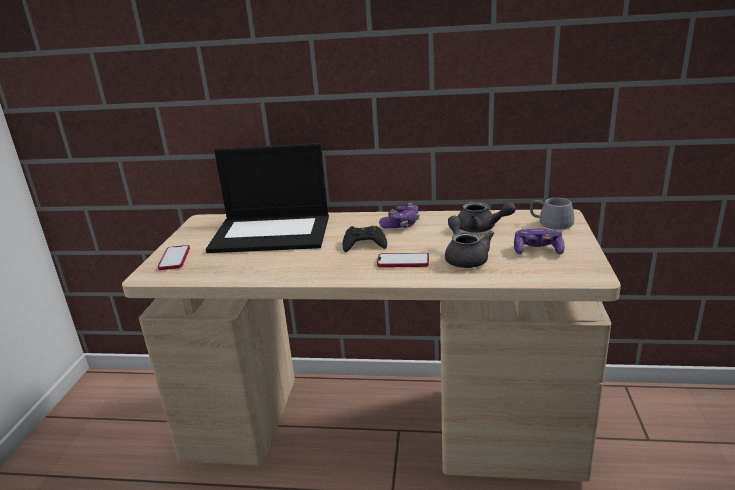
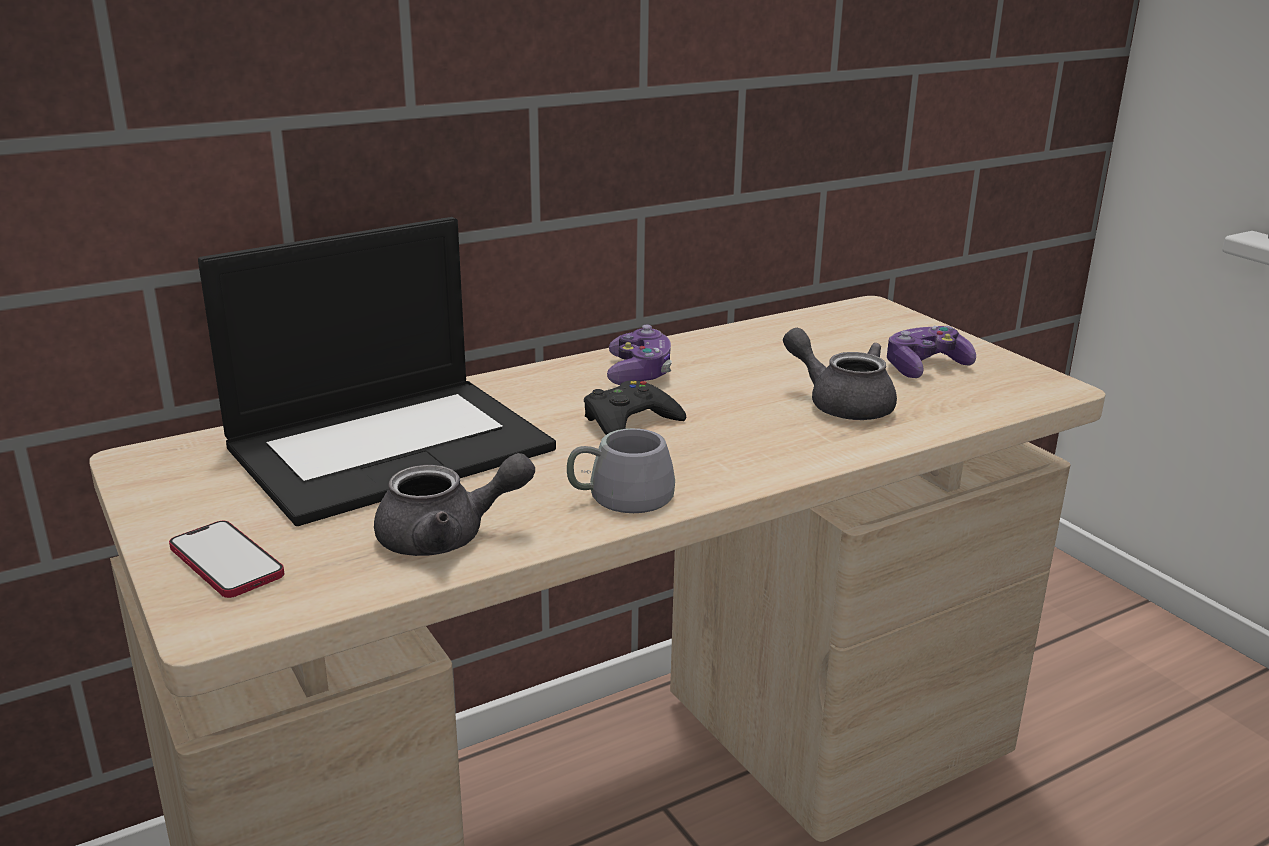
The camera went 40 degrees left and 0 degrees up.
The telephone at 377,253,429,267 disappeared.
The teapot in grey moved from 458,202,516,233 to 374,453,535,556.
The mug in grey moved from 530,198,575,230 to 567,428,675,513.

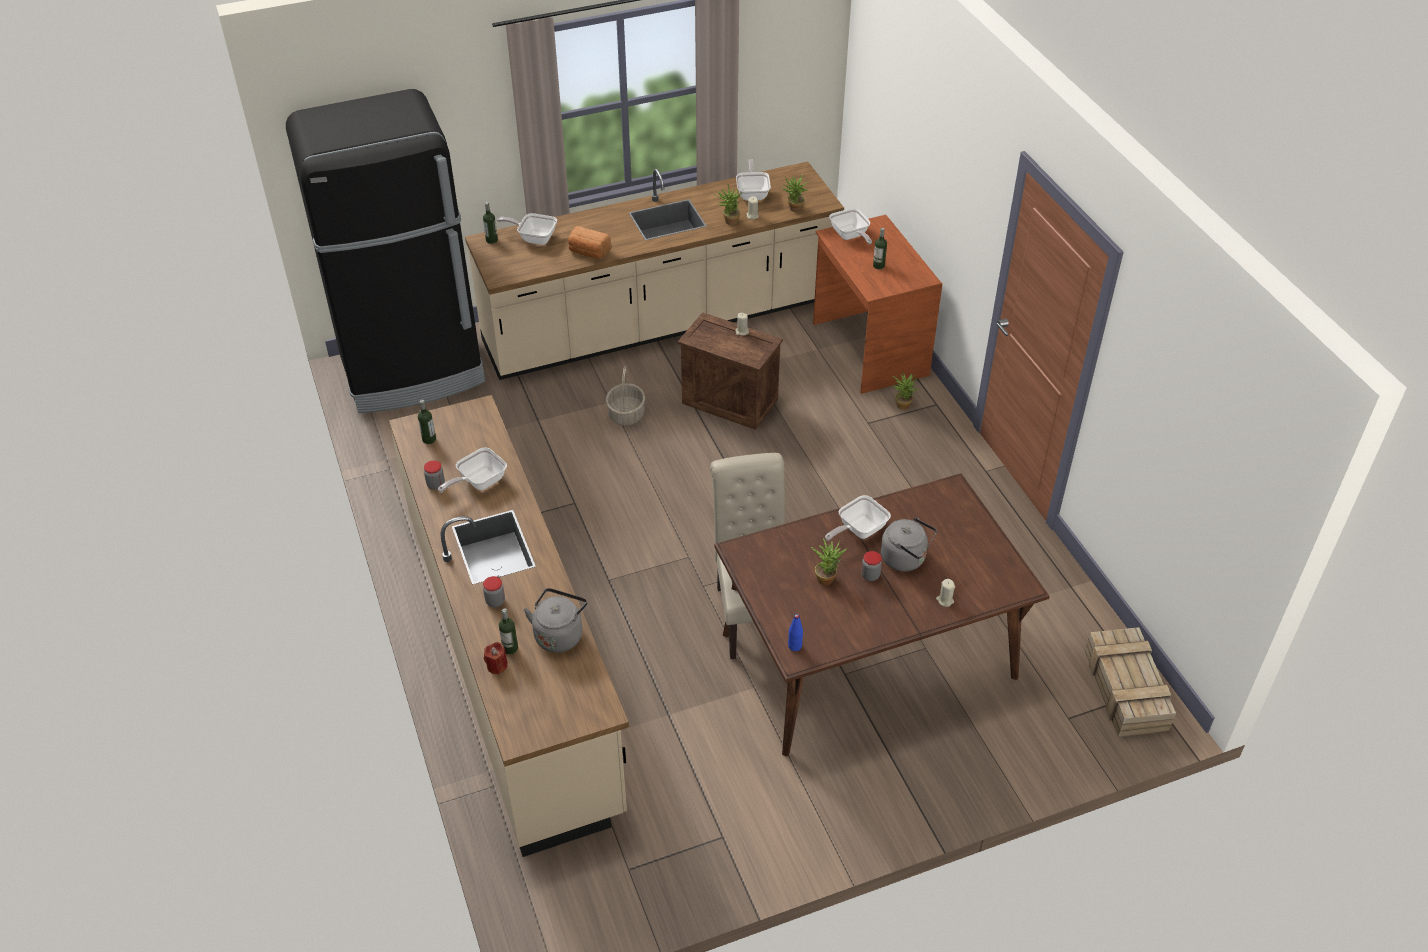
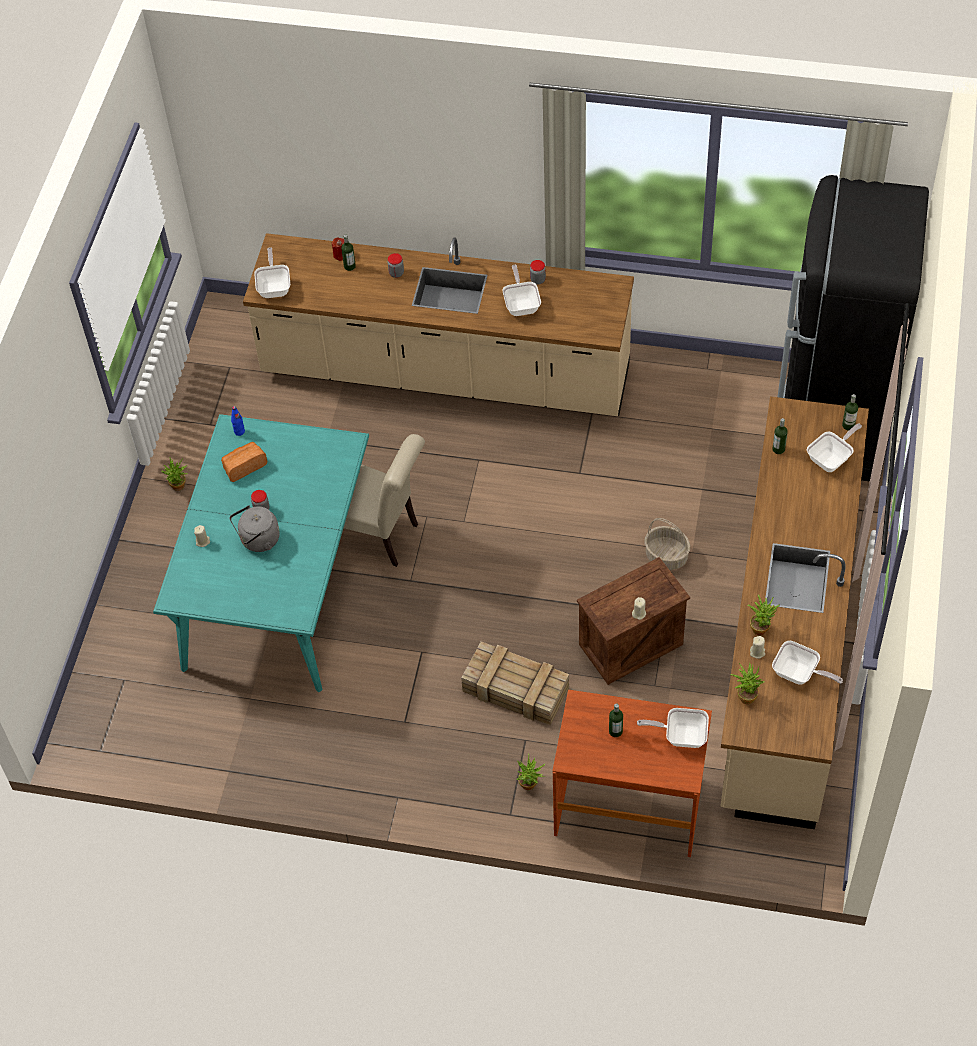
The camera went 125 degrees right and 10 degrees up.
The kettle in grey at 524,588,587,653 disappeared.
The drink bottle moved from 418,400,436,444 to 772,418,788,454.
The bread moved from 568,226,611,259 to 221,442,268,482.
The houseplant moved from 811,539,847,585 to 162,457,188,491.
The pan moved from 825,495,891,541 to 254,247,290,298.
The packing crate moved from 1085,627,1176,737 to 461,641,569,725.
The dinner table in brown at 714,473,1050,756 became the dinner table in turquoise at 153,414,369,692.

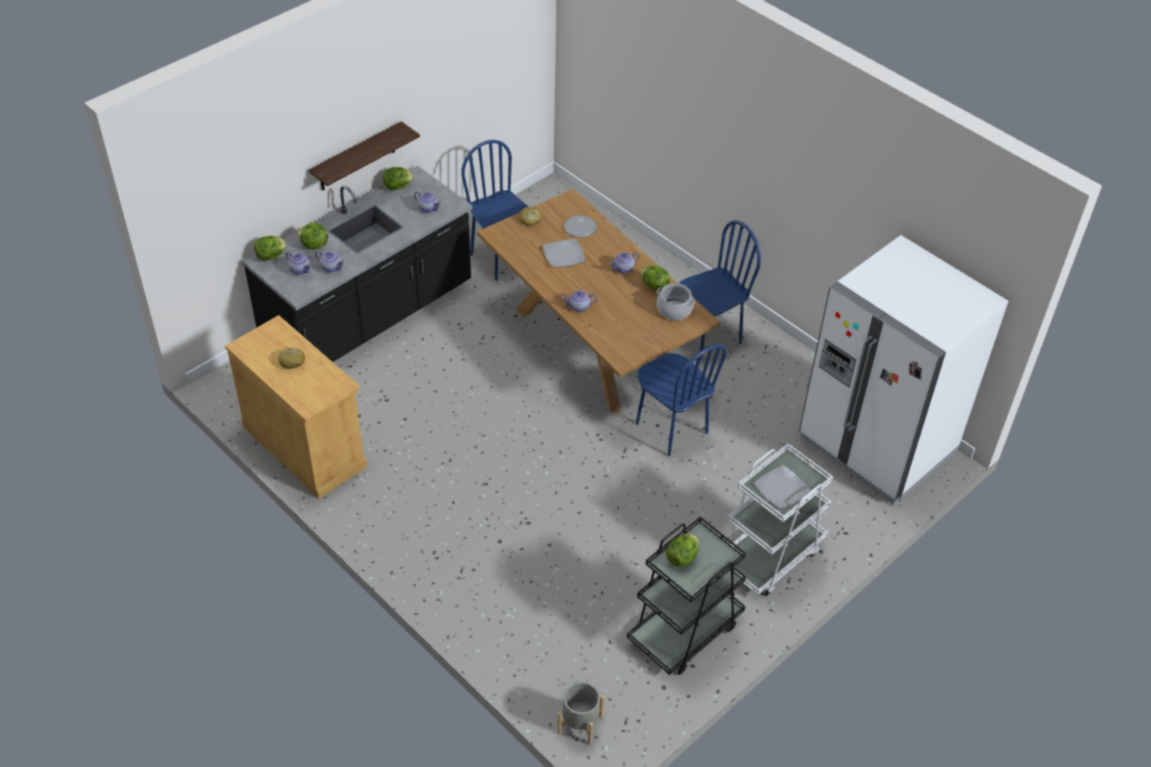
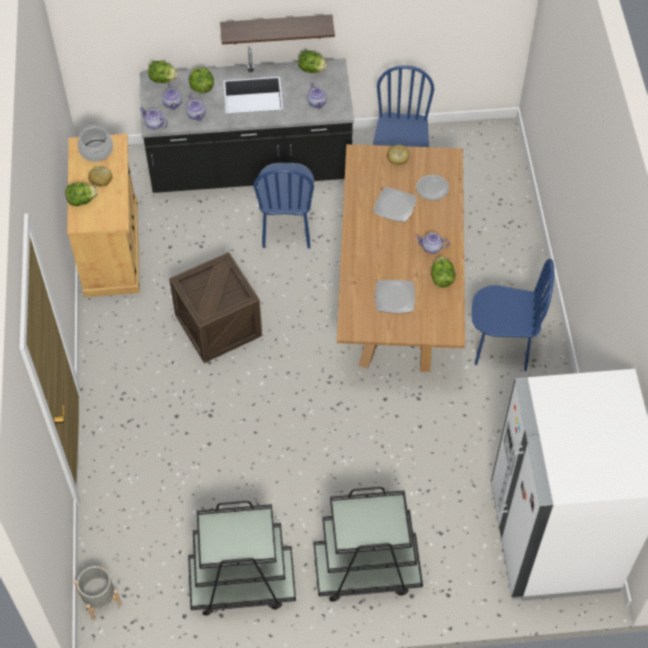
The camera went 40 degrees right and 10 degrees up.
The packing crate at 169,252,262,363 appeared.
The teapot moved from 562,290,597,312 to 140,108,168,129.
The chair in blue moved from 636,344,727,456 to 254,163,314,249.
The cooking pot moved from 657,283,695,320 to 78,125,113,162.
The head of lettuce moved from 666,534,699,567 to 65,182,97,206.
The flat dish moved from 754,465,810,509 to 375,280,415,313.
The wheeled cart in white-coloured at 728,444,833,596 became the wheeled cart in blackish at 314,487,423,602.

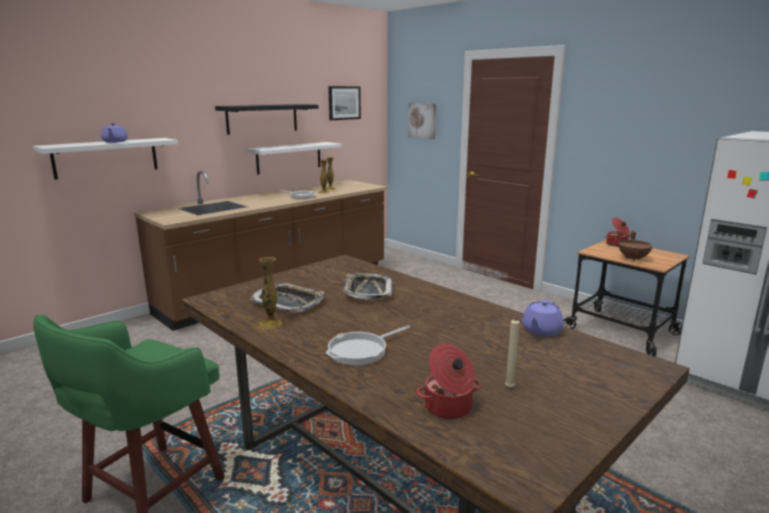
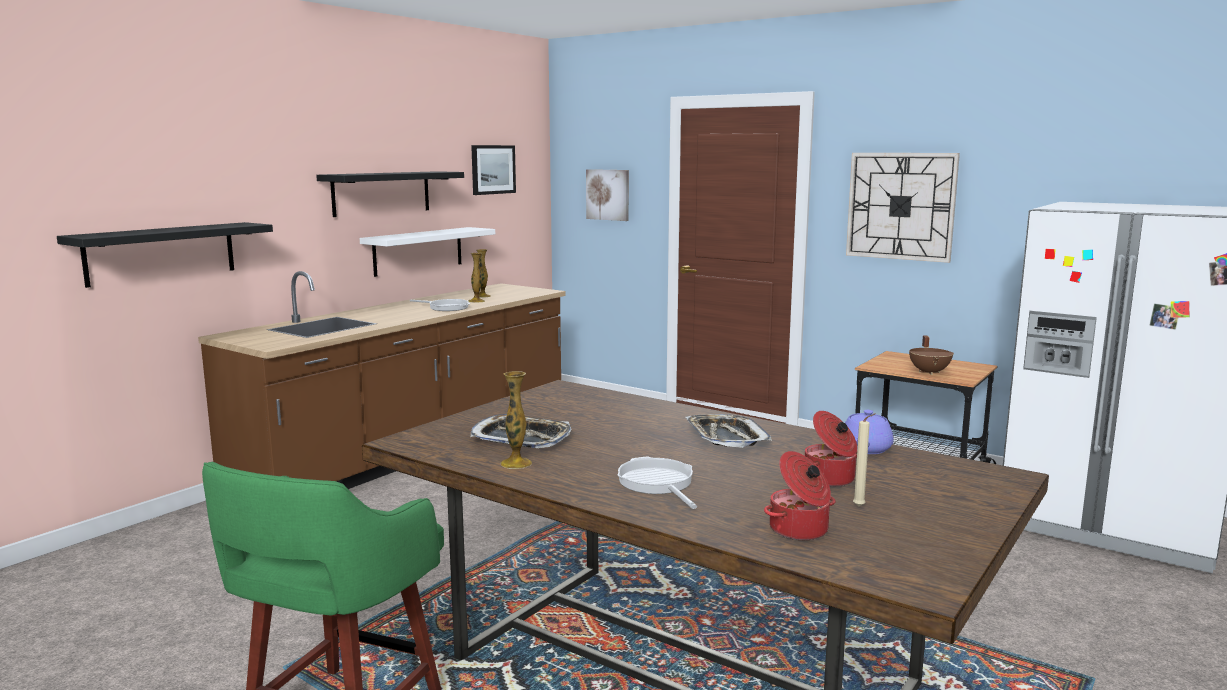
The camera went 10 degrees left and 5 degrees down.
The teapot in purple at 101,123,128,143 disappeared.
The hanging clock at 846,153,960,263 appeared.
The serving tray moved from 343,273,393,300 to 686,414,772,448.
The cooking pot moved from 605,217,631,247 to 805,411,857,487.
The shelf in white-coloured at 33,138,178,180 became the shelf in blackish at 57,222,273,288.
The pan at 326,325,410,366 turned 120 degrees clockwise.

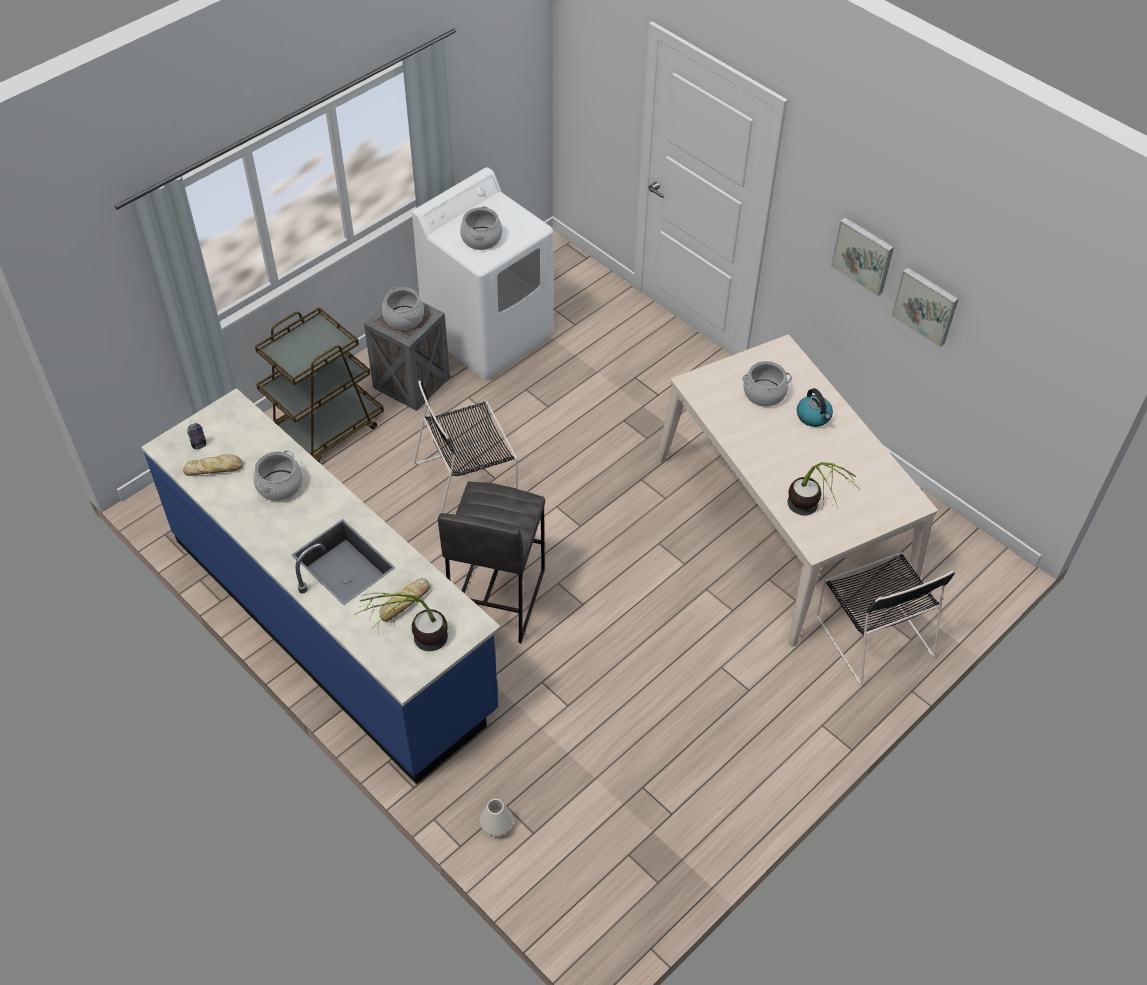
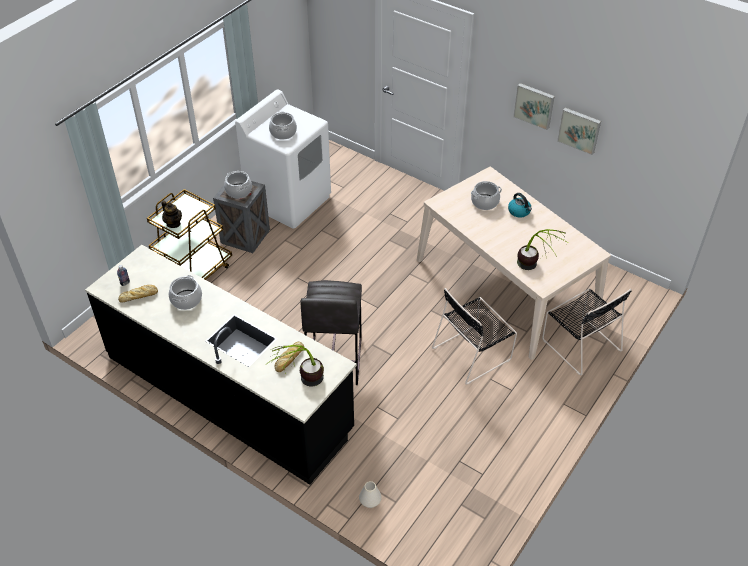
The camera went 10 degrees left and 5 degrees down.
The teapot at 161,201,182,228 appeared.
The chair in blackish moved from 414,380,518,515 to 432,288,517,385.
The kitchen counter in blue at 141,388,501,784 became the kitchen counter in blackish at 85,245,357,485.

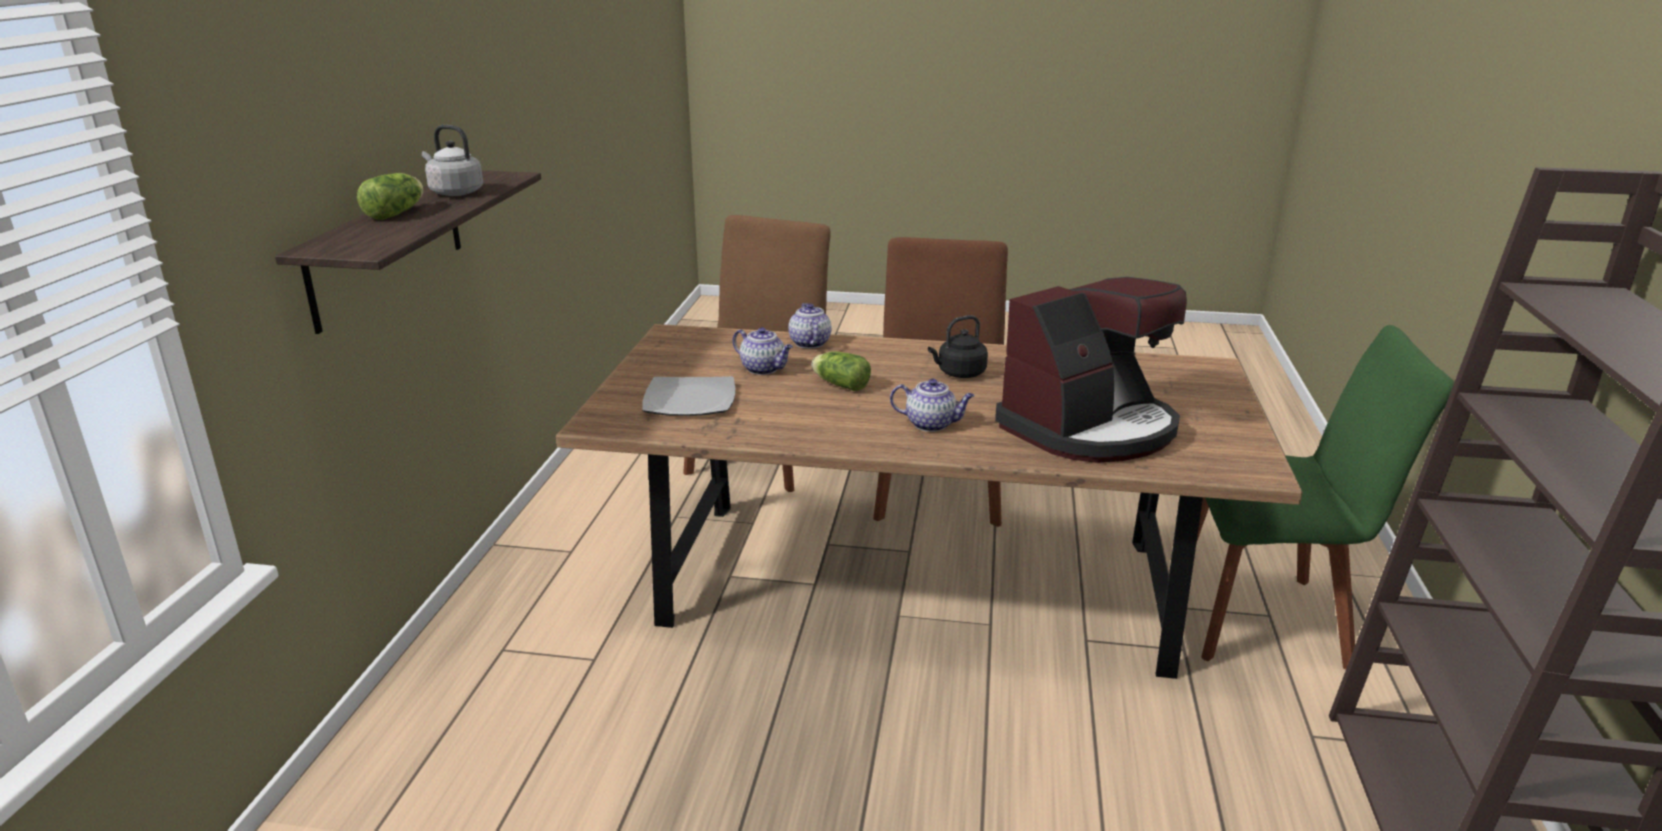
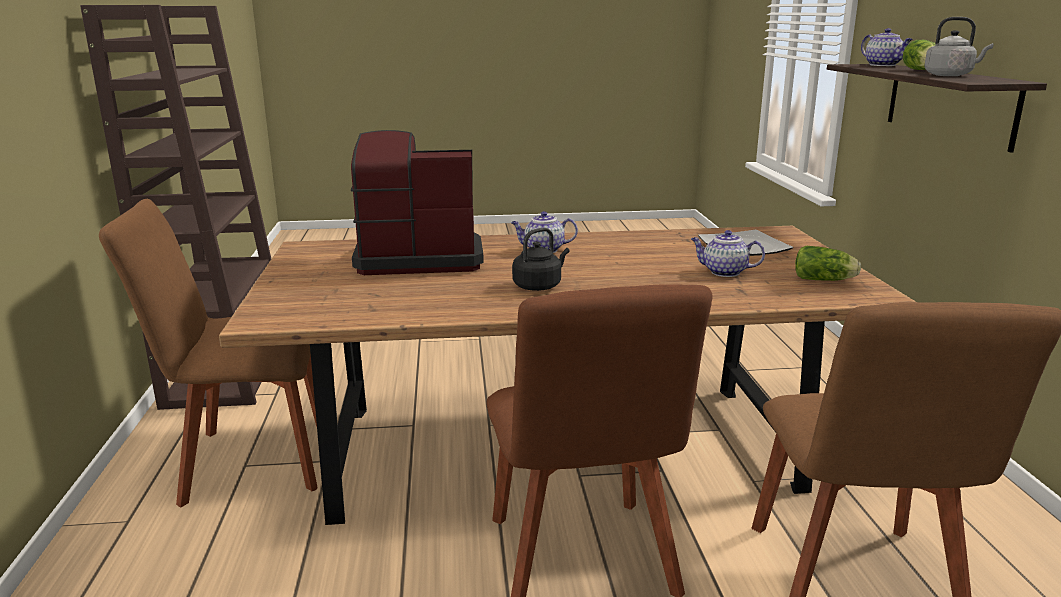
The camera went 165 degrees right and 5 degrees down.
The teapot moved from 788,303,831,348 to 861,28,913,66.
The head of lettuce moved from 811,351,871,391 to 795,246,861,281.
The chair in greenish at 1197,325,1454,669 became the chair in brown at 99,199,318,508.
The coffee machine at 995,277,1187,463 turned 45 degrees clockwise.

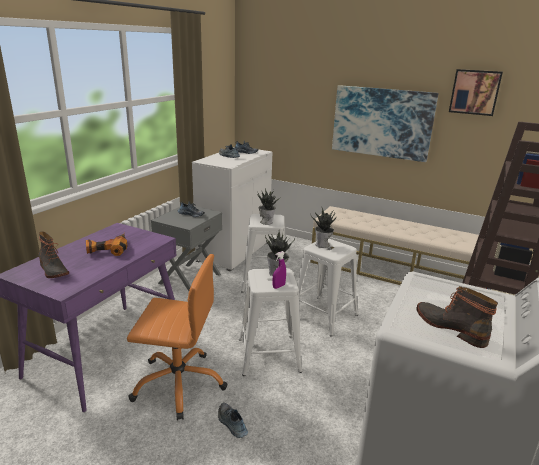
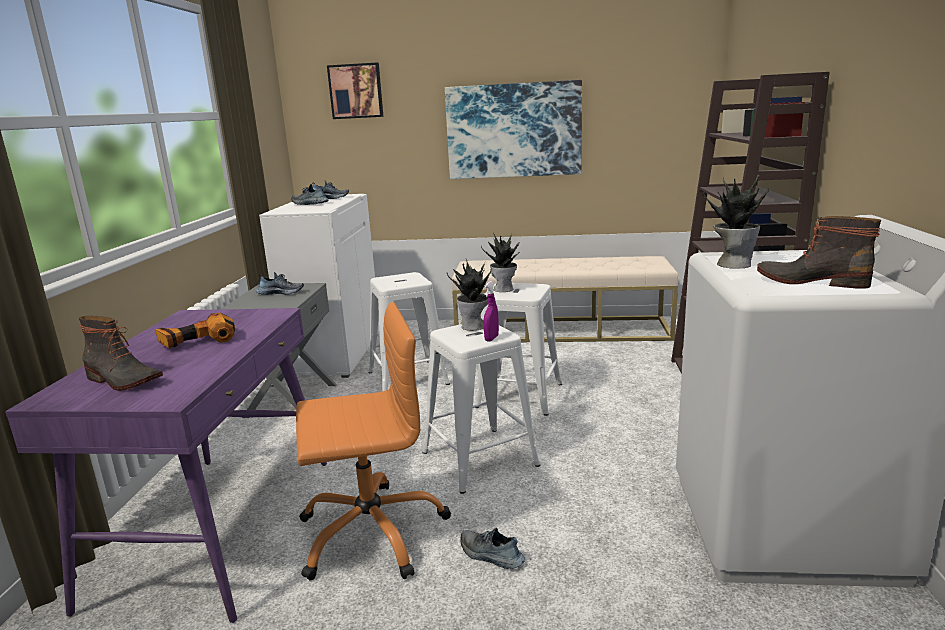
The camera went 20 degrees left and 5 degrees down.
The houseplant moved from 257,188,282,225 to 703,175,769,269.
The picture moved from 449,69,503,116 to 327,63,383,119.

